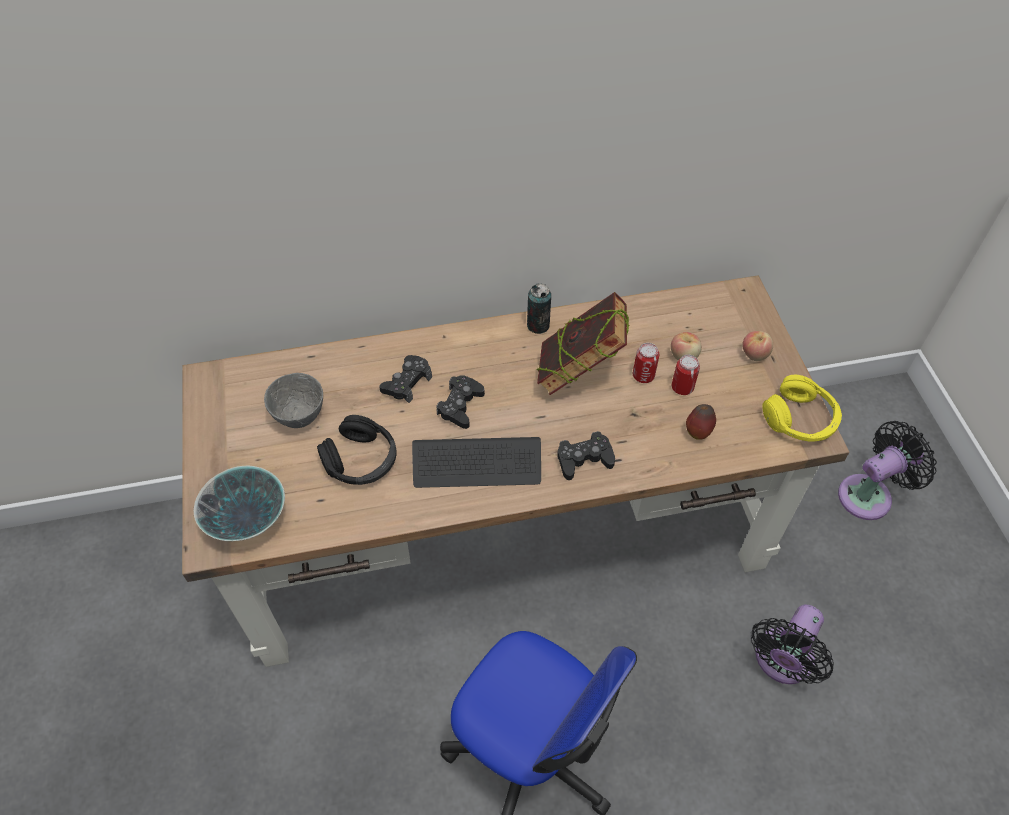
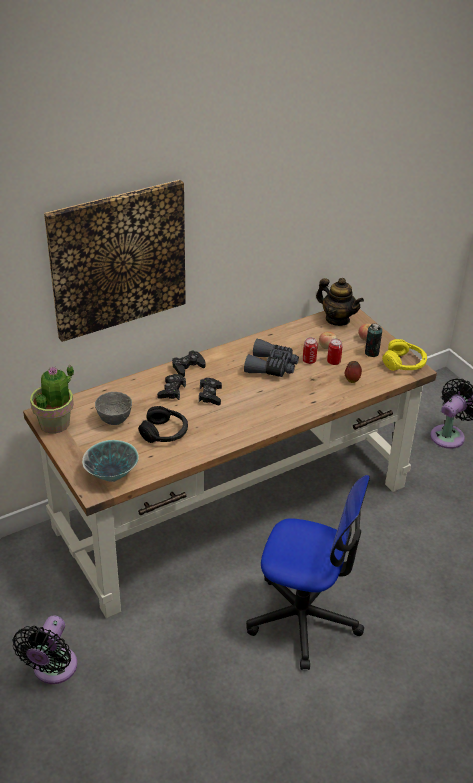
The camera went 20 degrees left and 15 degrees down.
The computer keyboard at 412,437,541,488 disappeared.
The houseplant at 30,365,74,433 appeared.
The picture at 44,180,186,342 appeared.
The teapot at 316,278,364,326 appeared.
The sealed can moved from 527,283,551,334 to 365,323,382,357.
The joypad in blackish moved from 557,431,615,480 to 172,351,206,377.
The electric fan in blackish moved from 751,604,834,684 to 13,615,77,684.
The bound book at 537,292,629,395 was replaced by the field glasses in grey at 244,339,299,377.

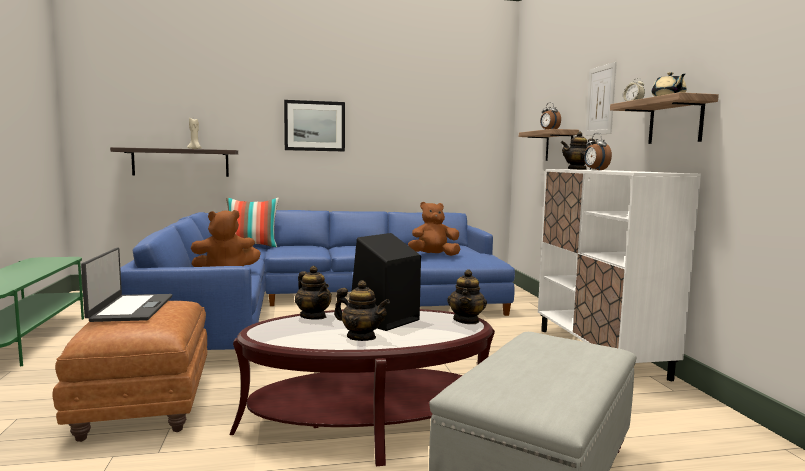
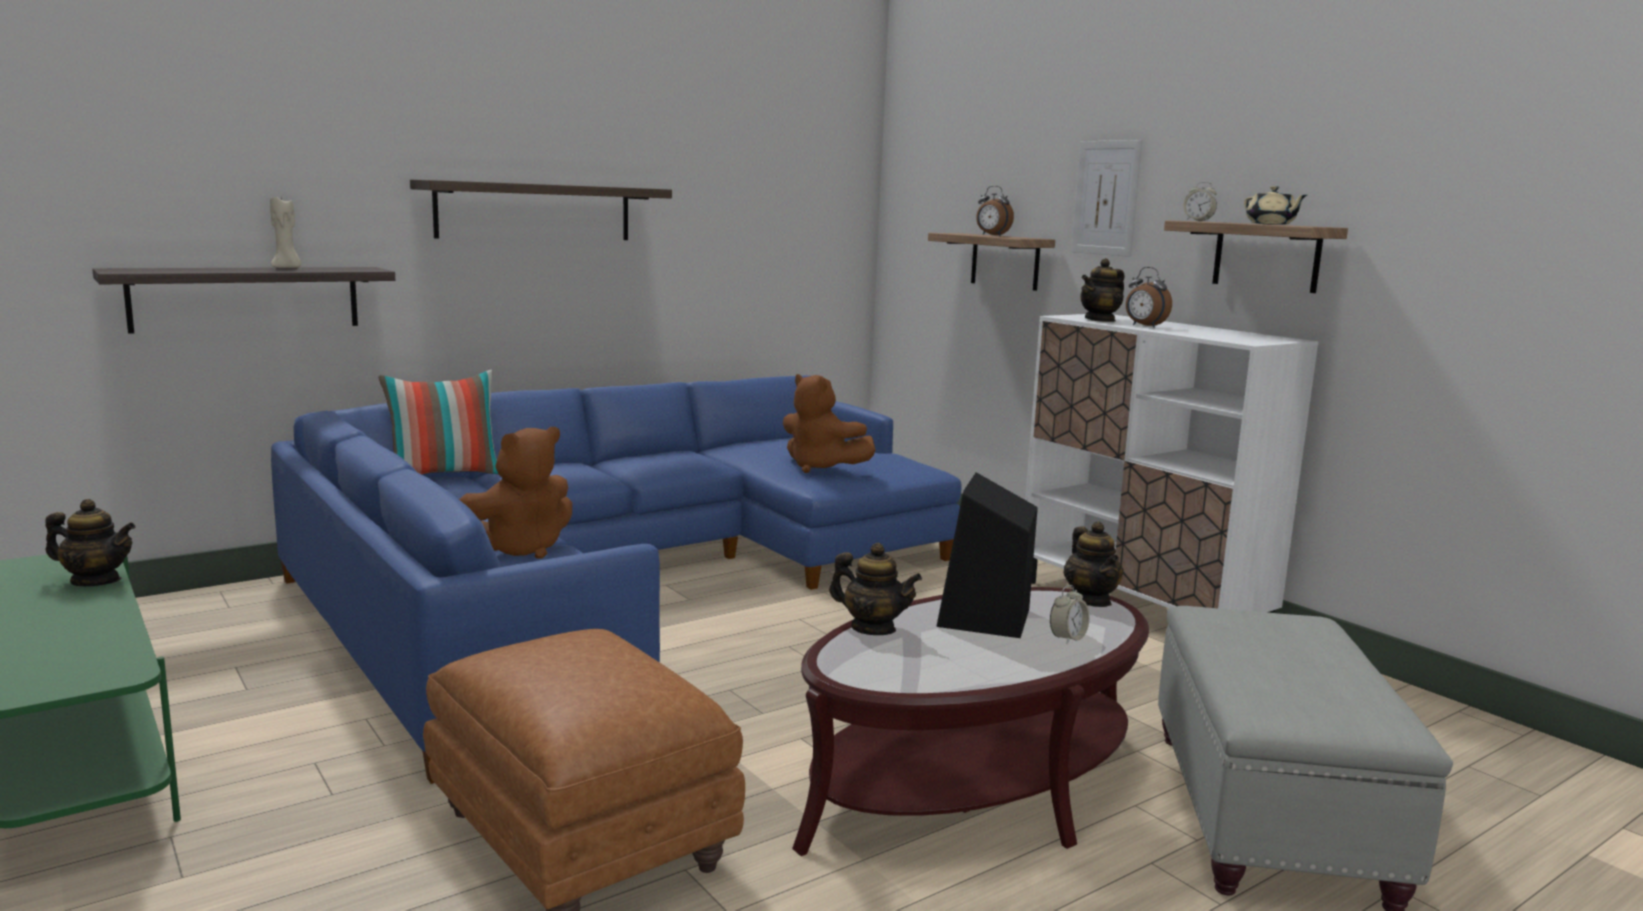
The camera went 25 degrees left and 5 degrees up.
The portable computer at 81,247,172,322 disappeared.
The alarm clock at 1050,585,1089,644 appeared.
The teapot moved from 334,280,390,341 to 45,499,135,586.
The picture at 284,100,345,152 was replaced by the shelf at 410,179,672,240.
The cuddly toy in brown at 408,202,460,256 turned 105 degrees counterclockwise.

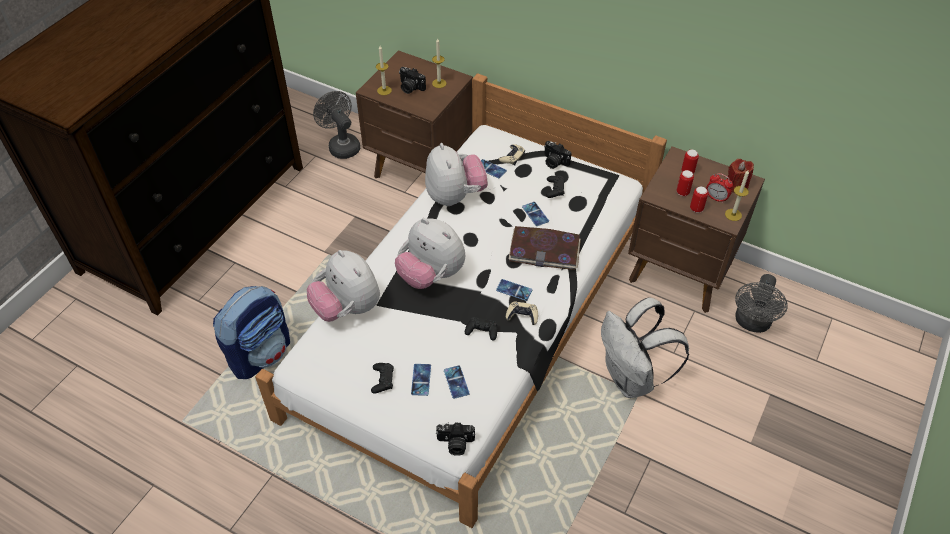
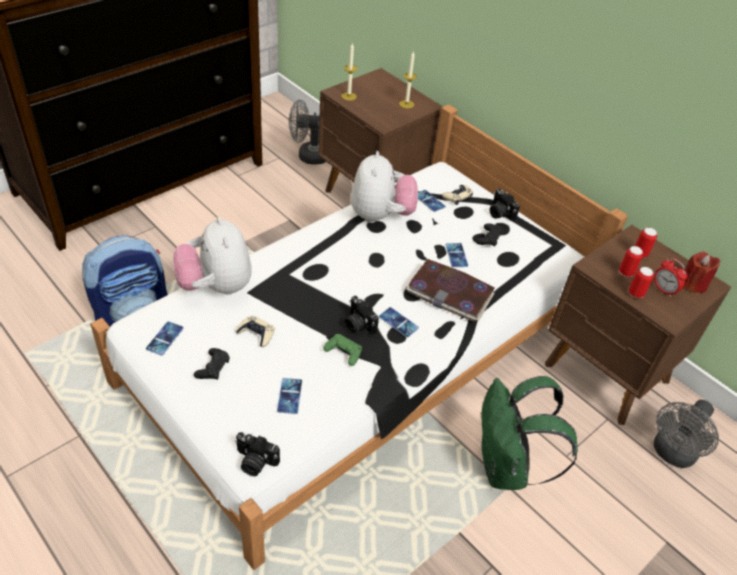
The camera went 15 degrees right and 5 degrees down.
The cuddly toy at 395,218,465,289 disappeared.
The wax candle at 725,170,749,221 disappeared.
The photo camera moved from 399,67,426,94 to 345,296,379,334.
The telephone moved from 411,364,431,396 to 146,321,184,355.
The joypad in beige-coloured moved from 506,301,538,325 to 236,316,275,347.
The joypad in blackish at 465,317,497,341 became the joypad in greenish at 323,334,362,366.
The backpack in white-coloured at 601,297,689,398 became the backpack in greenish at 481,376,578,490.
The electric fan in grey at 313,91,360,159 turned 75 degrees counterclockwise.

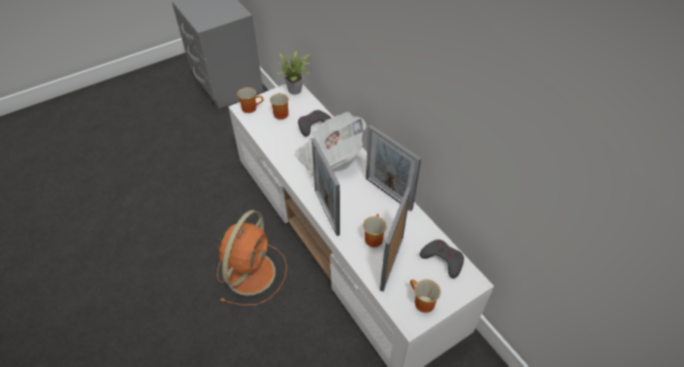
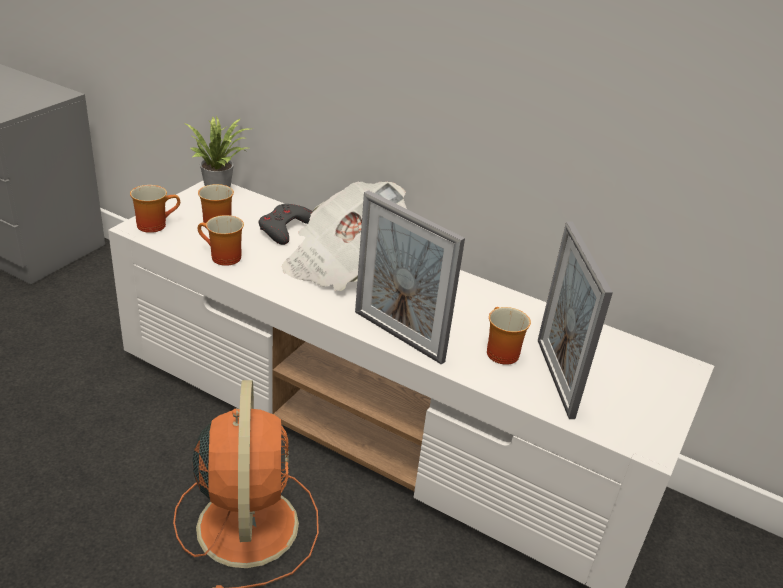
The camera went 30 degrees left and 15 degrees down.
The standing frame at 366,125,421,211 disappeared.
The joypad in grey at 419,240,464,278 disappeared.
The mug moved from 410,279,441,313 to 198,215,244,266.

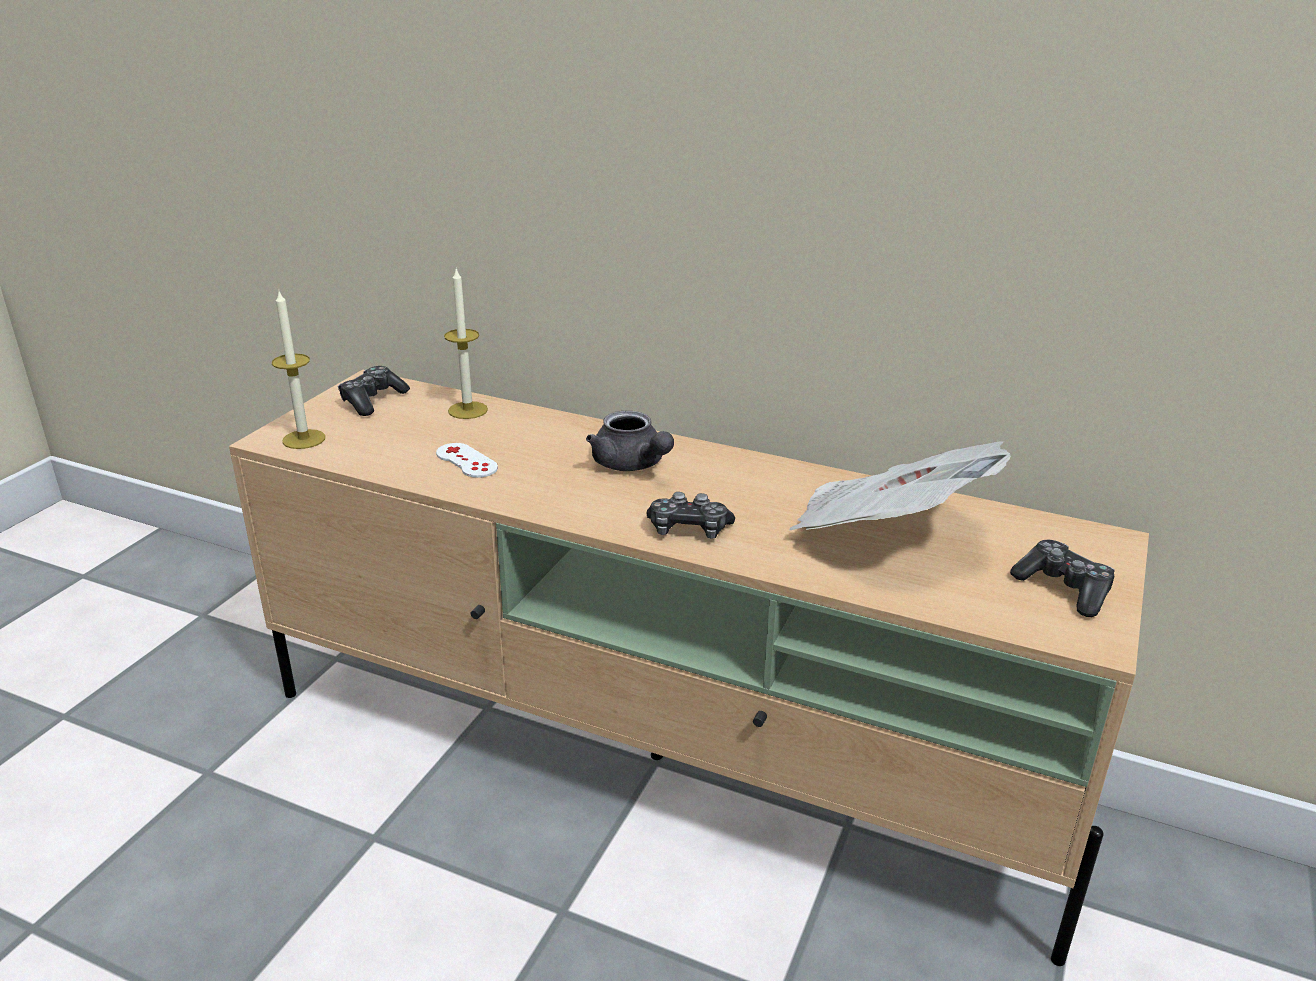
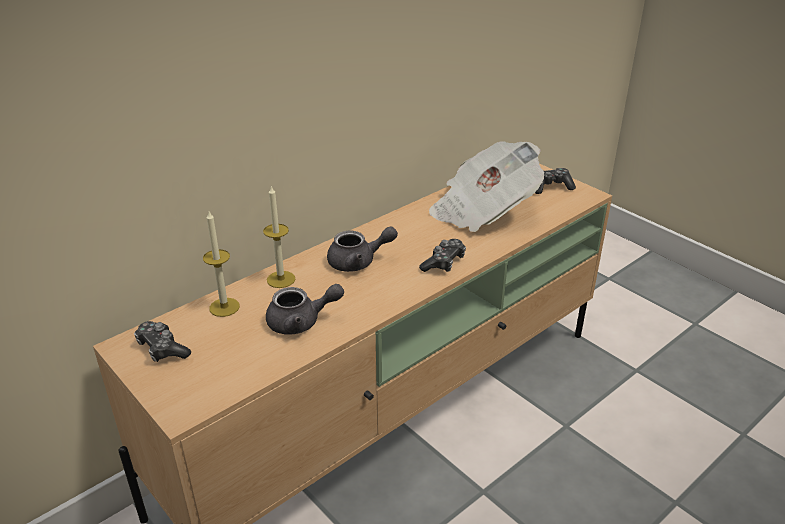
The camera went 65 degrees left and 5 degrees up.
The wax candle moved from 272,292,325,449 to 263,186,295,288.
The joypad in white-coloured at 436,443,498,478 was replaced by the teapot in grey at 266,284,344,335.

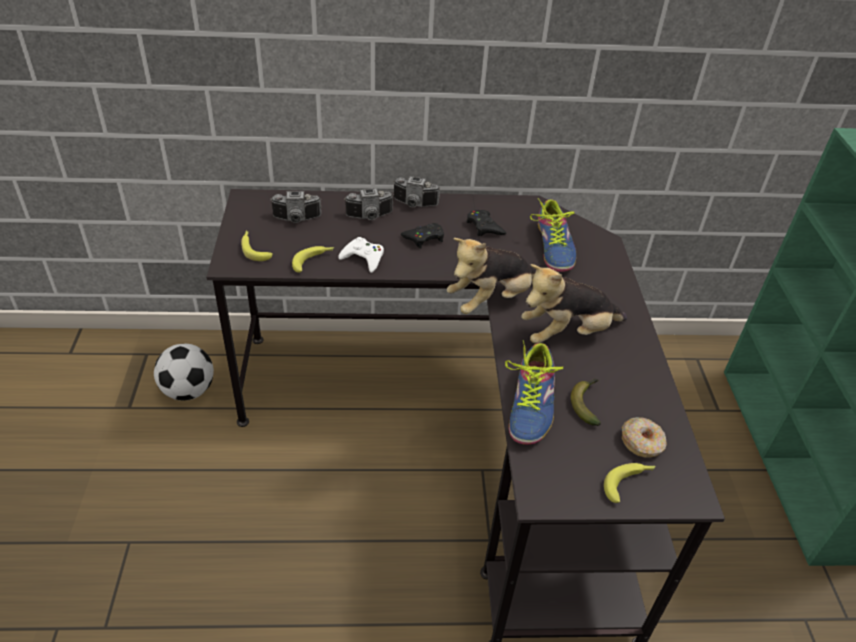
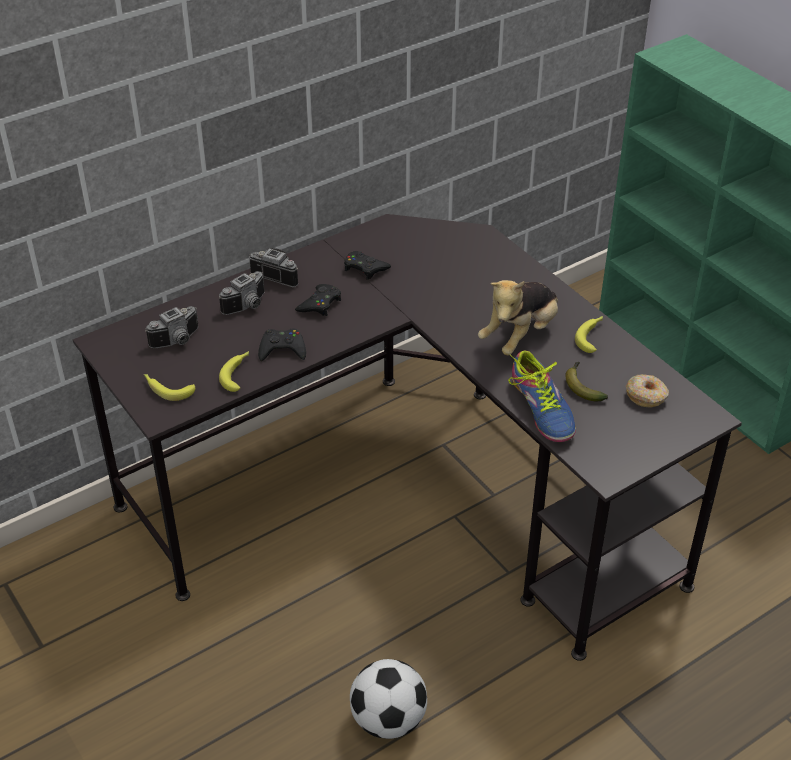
The camera went 30 degrees left and 0 degrees up.
The cuddly toy at 447,238,536,314 disappeared.
The item of footwear at 530,198,576,272 disappeared.
The football ball moved from 154,344,214,400 to 350,659,427,739.
The whole banana moved from 604,463,656,503 to 575,316,603,353.
The joypad in white-coloured at 339,237,384,273 became the joypad in blackish at 258,329,306,361.
The photo camera at 393,176,440,207 turned 135 degrees counterclockwise.

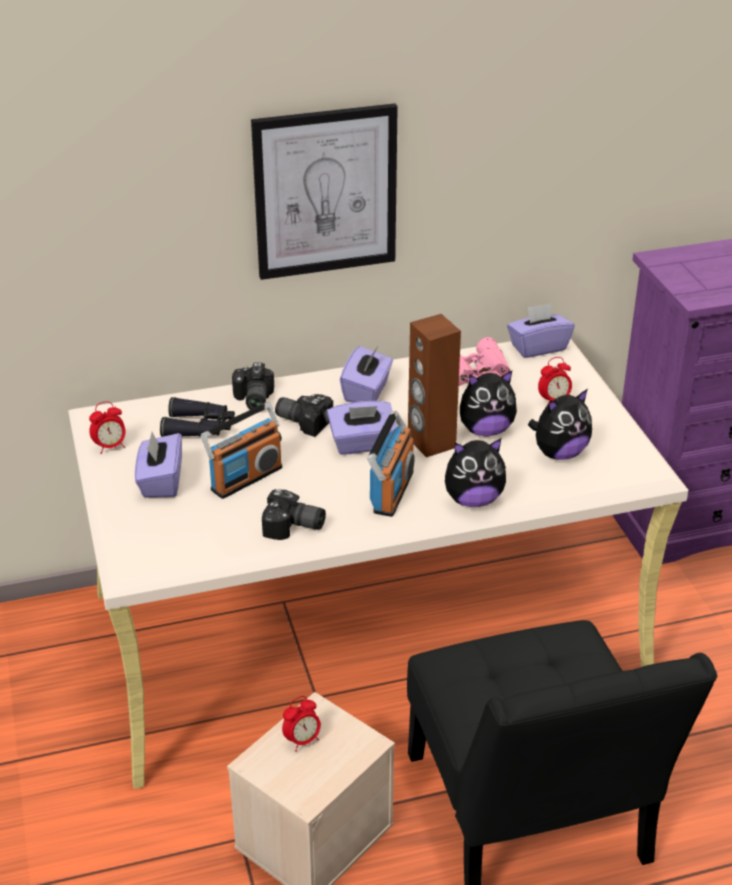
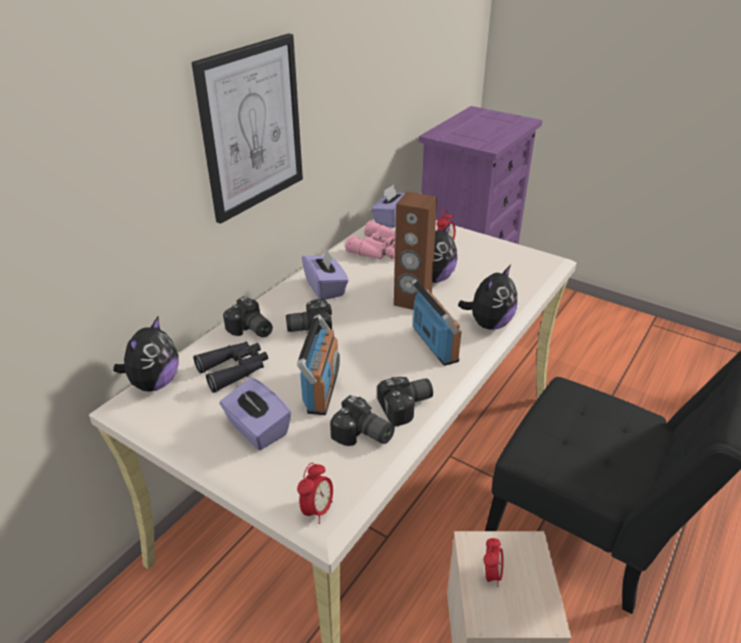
The camera went 40 degrees left and 0 degrees up.
The tissue box in purple at 327,401,396,455 disappeared.
The photo camera at 330,395,395,446 appeared.
The alarm clock moved from 89,401,125,454 to 297,463,333,524.
The cuddly toy moved from 528,389,592,460 to 113,317,179,392.

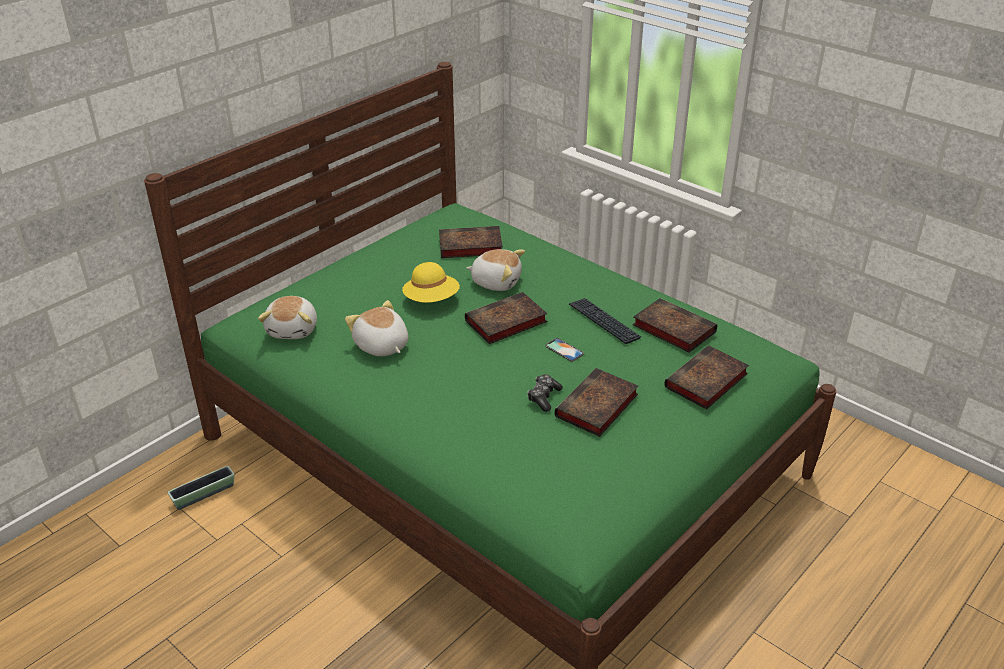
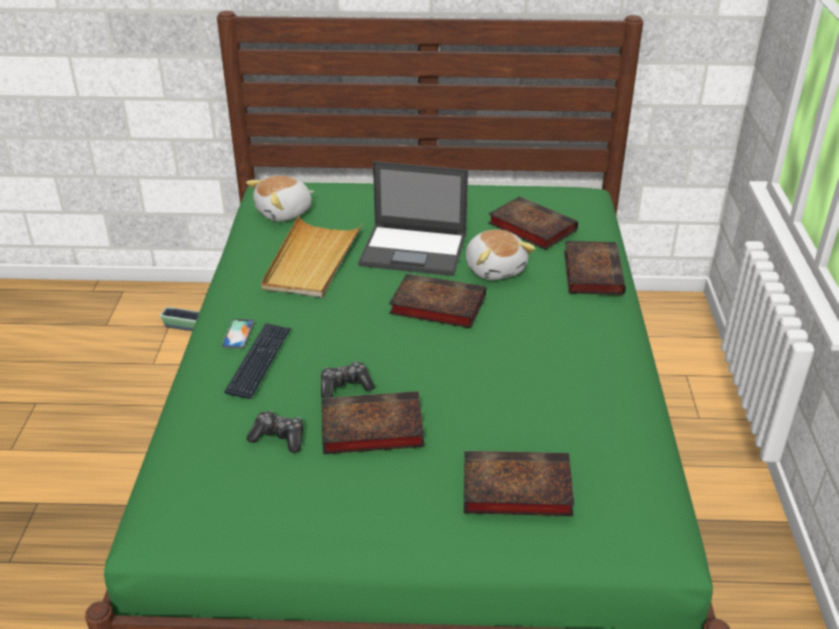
The camera went 50 degrees right and 0 degrees up.
The joypad at 247,411,303,453 appeared.
The telephone moved from 546,338,584,362 to 222,319,254,349.
The computer keyboard moved from 569,298,641,344 to 224,323,291,399.
The bound book moved from 632,298,717,352 to 564,241,626,295.
The cuddly toy at 345,300,408,356 was replaced by the serving tray in beige-coloured at 261,216,362,298.
The hat in yellow at 402,262,460,303 was replaced by the portable computer at 358,161,468,276.

